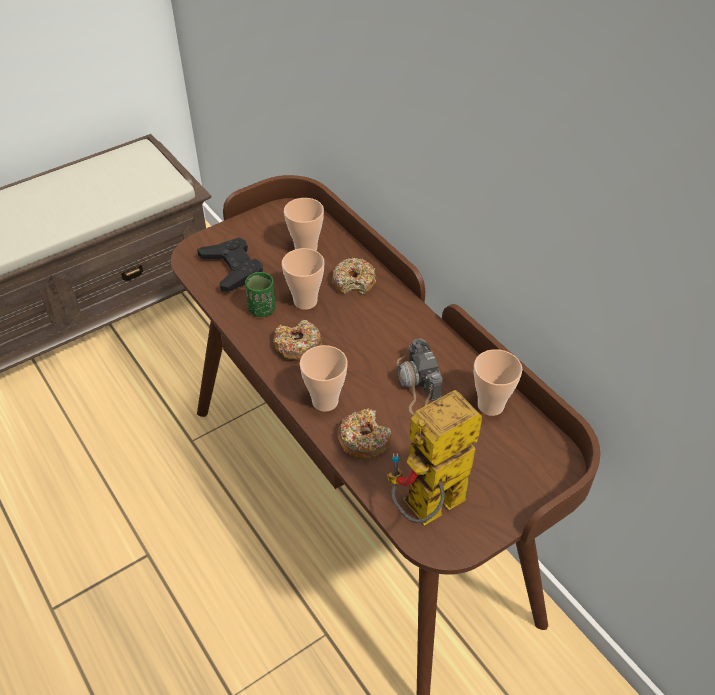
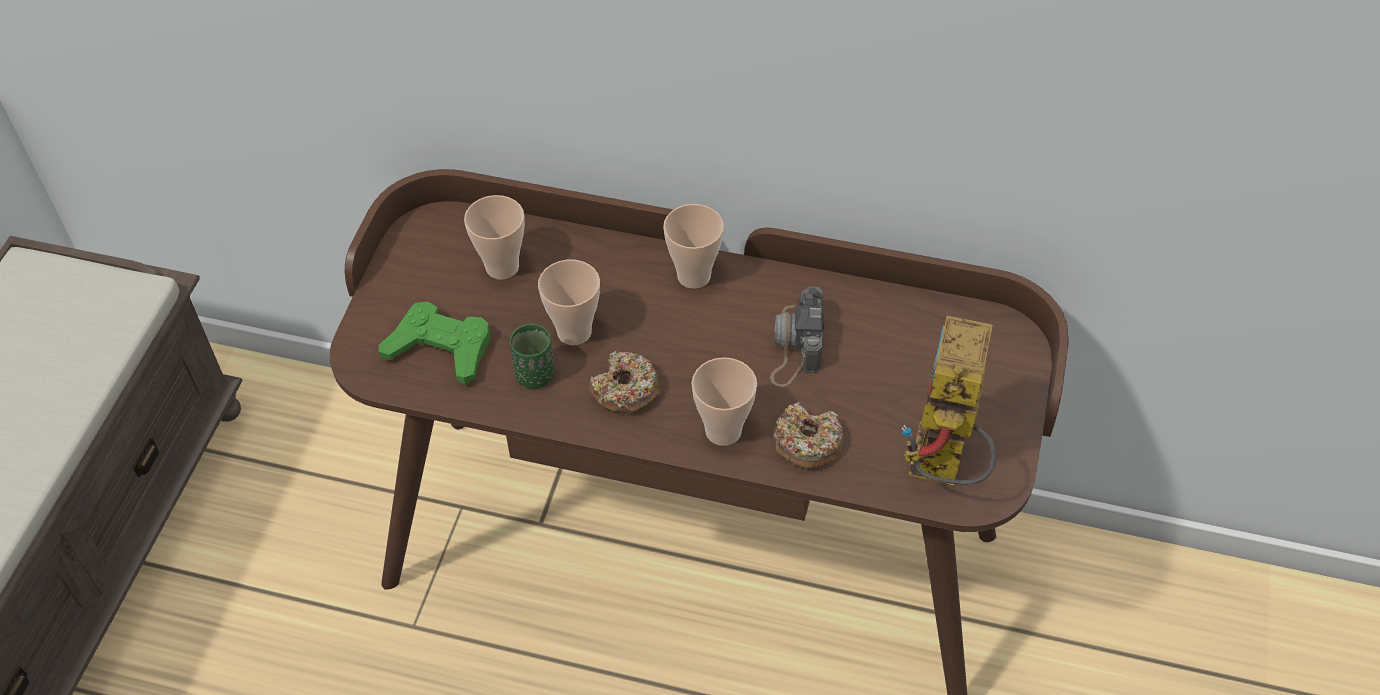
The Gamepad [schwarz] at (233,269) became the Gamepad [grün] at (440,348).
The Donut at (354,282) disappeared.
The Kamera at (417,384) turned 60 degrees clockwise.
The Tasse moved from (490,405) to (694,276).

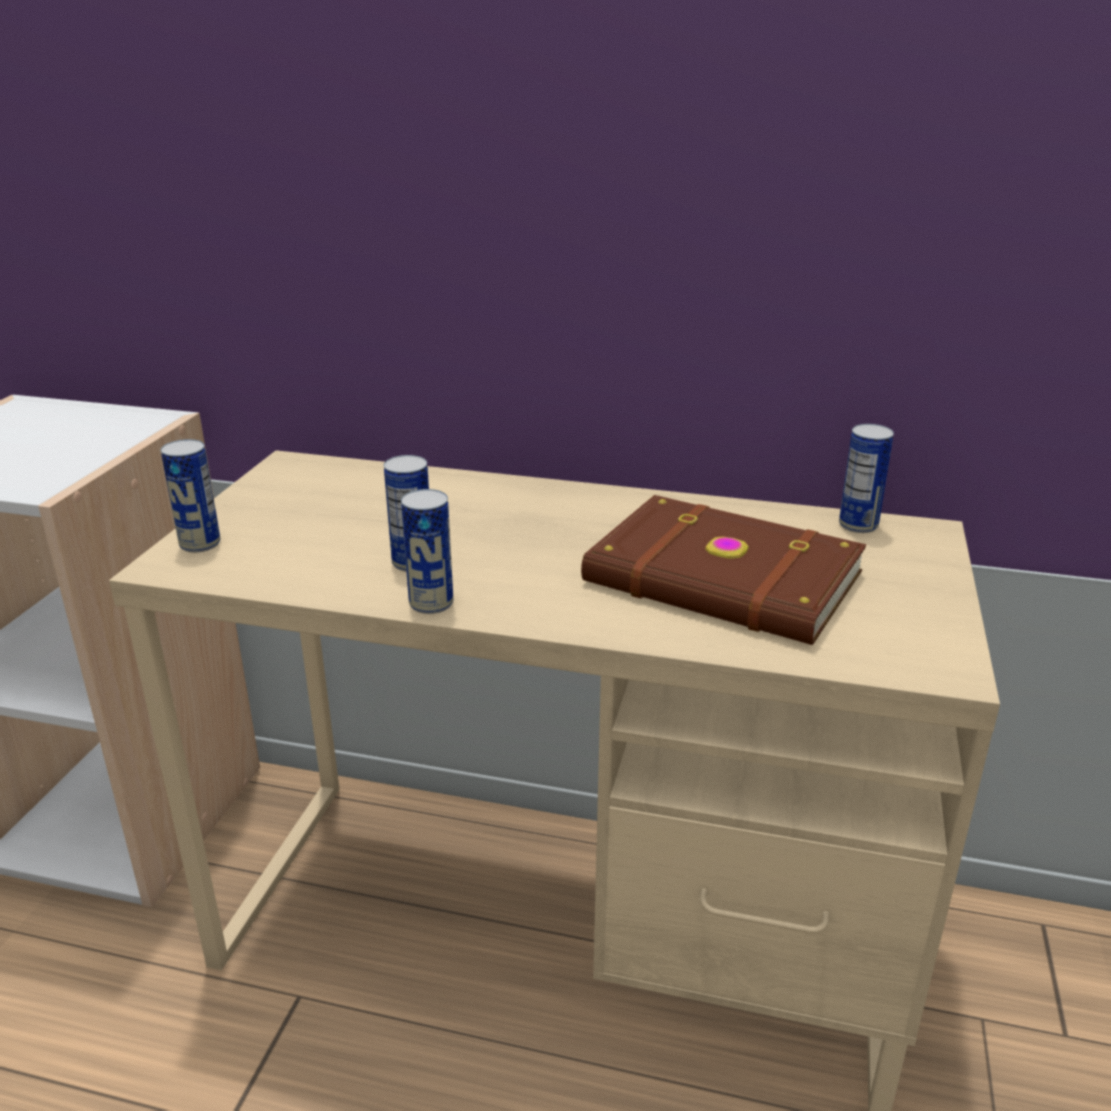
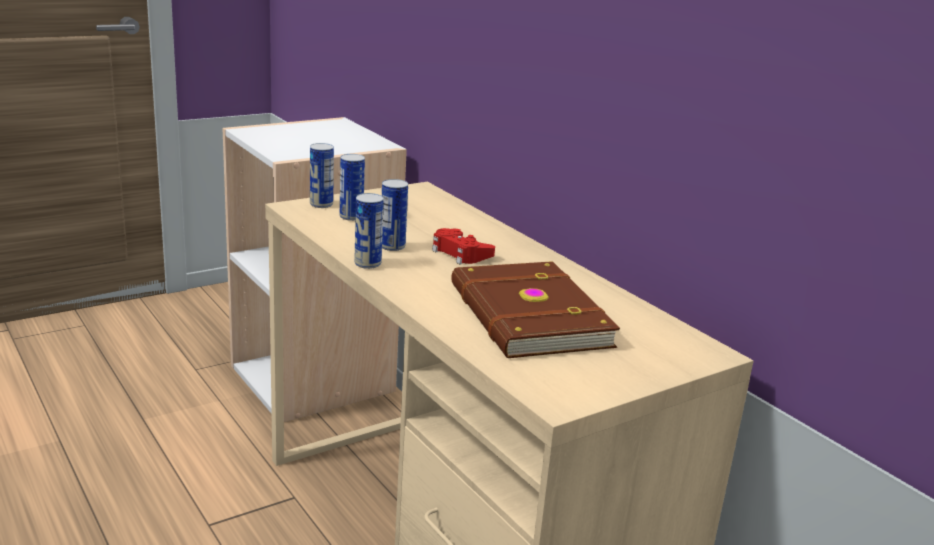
The Dose moved from (858,525) to (351,217).
The Gamepad [rot] at (460,253) appeared.

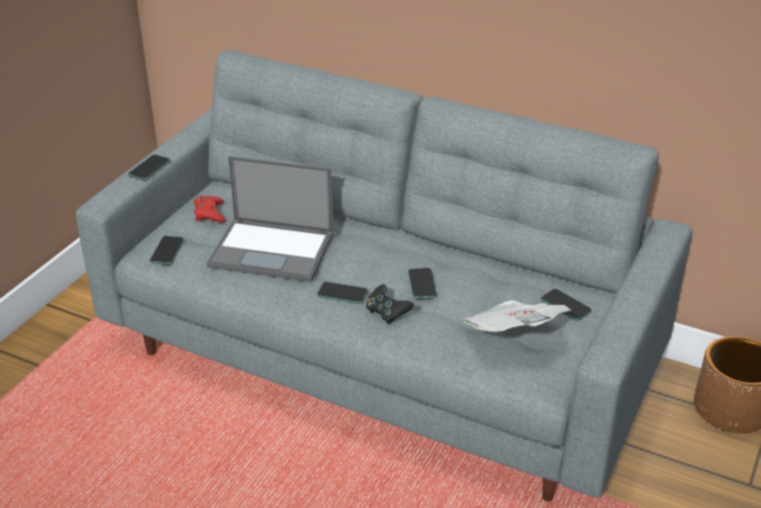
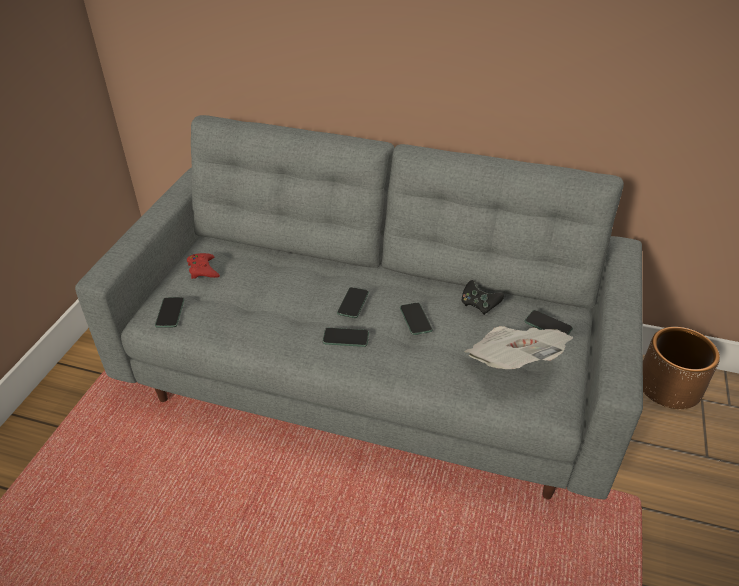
The Handy moved from (149,168) to (353,303).
The Laptop at (273,250) disappeared.
The Gamepad [schwarz] moved from (387,313) to (479,305).

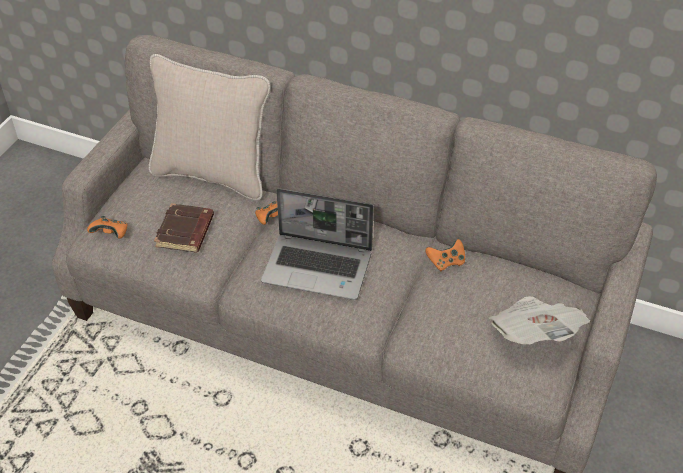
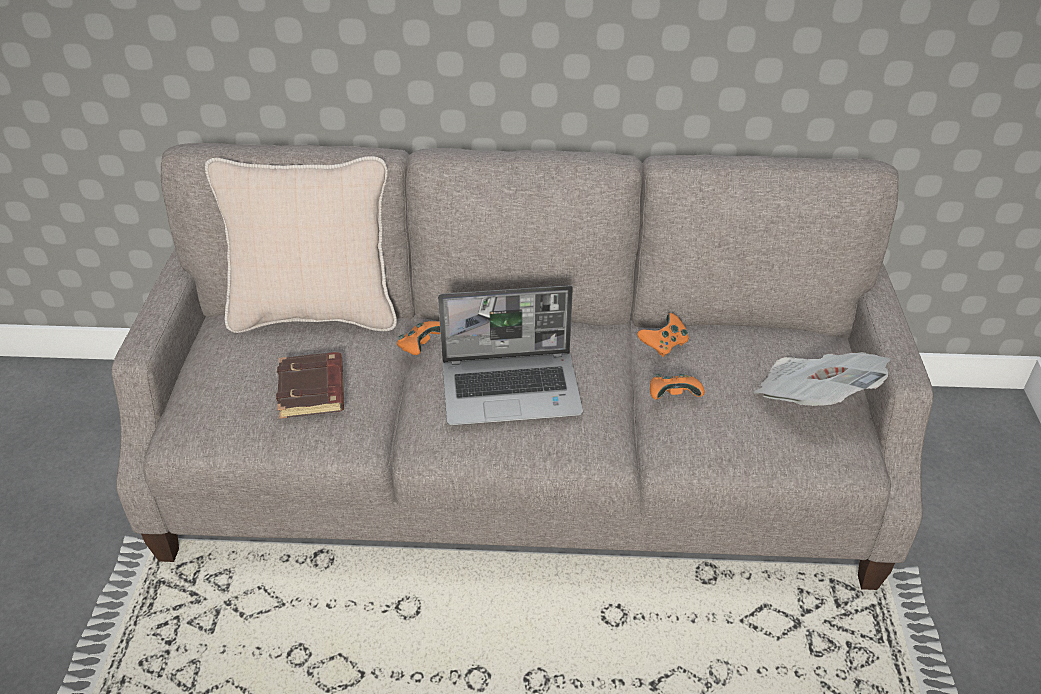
The Gamepad [orange] moved from (111,234) to (673,396).

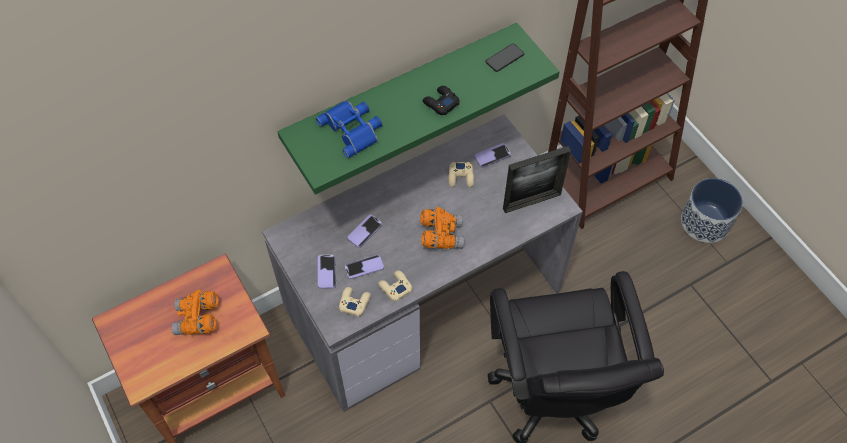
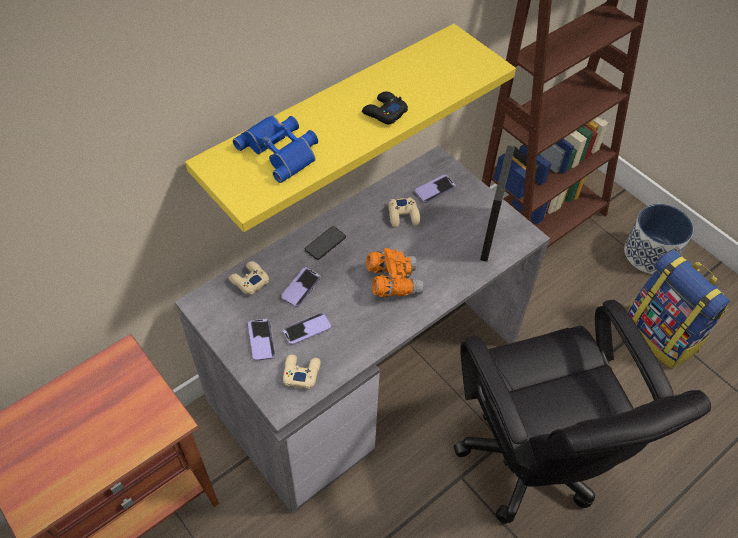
The Fernglas [orange] at (198,319) disappeared.
The Wandregal [grün] at (402,94) became the Wandregal [gelb] at (331,114).
The Gamepad [beige] moved from (395,287) to (249,280).
The Handy moved from (504,58) to (325,243).
The Bilderrahmen at (531,201) turned 45 degrees counterclockwise.
The Rucksack at (661,335) appeared.

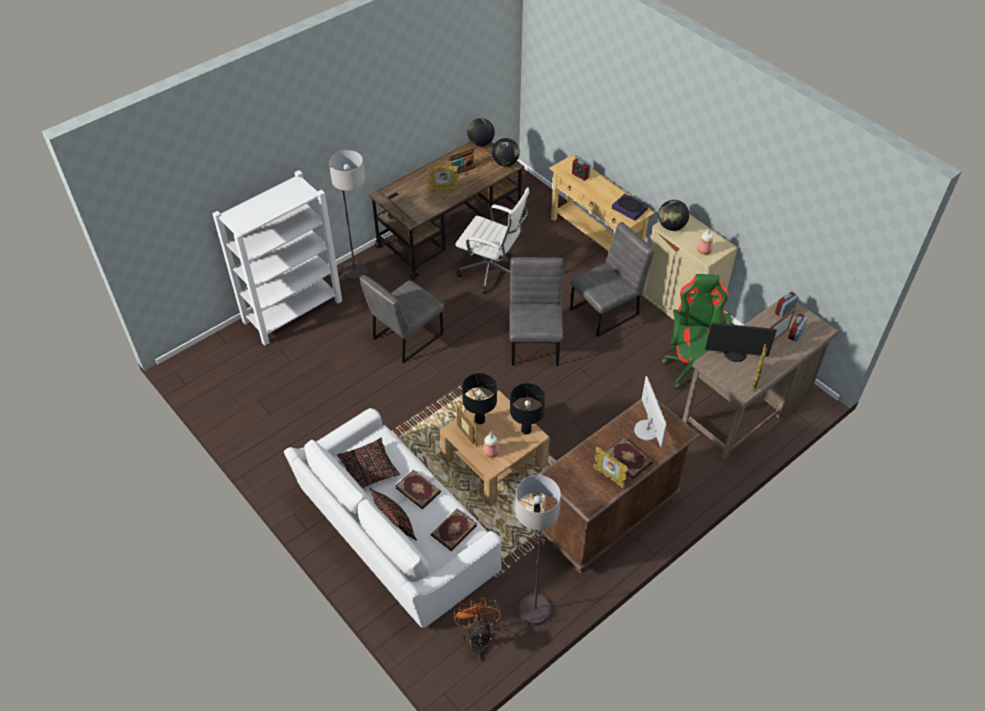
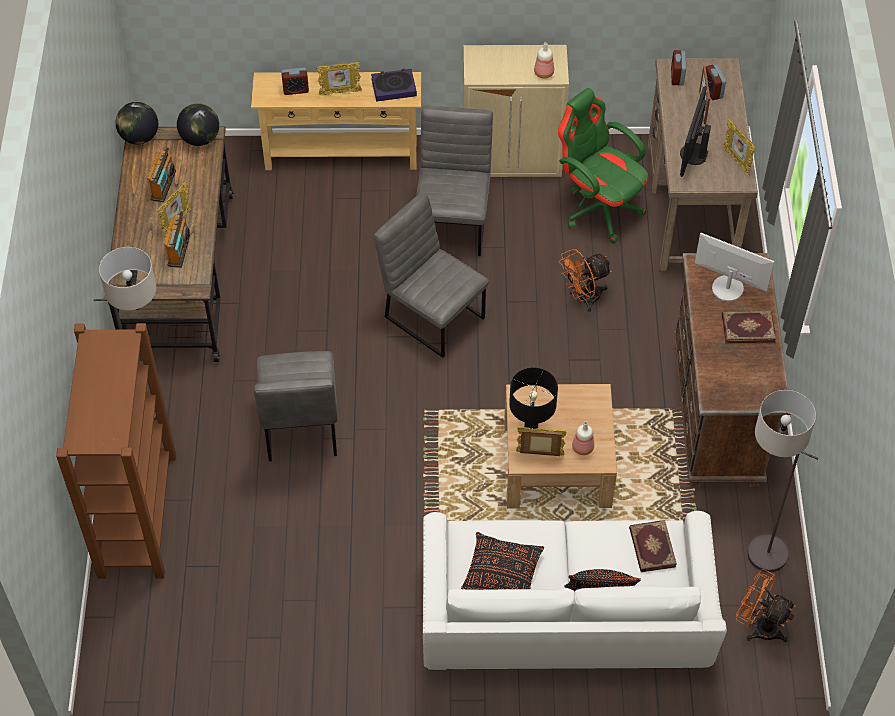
The Bücherregal [weiß] at (293,311) became the Bücherregal [braun] at (137,514).
The Buch at (418,490) disappeared.
The Bürostuhl [weiß] at (491,272) disappeared.
The Tischlampe [schwarz] at (526,430) disappeared.
The Bilderrahmen moved from (609,477) to (340,92).
The Globus at (671,226) disappeared.
The Monitor at (735,354) turned 150 degrees clockwise.
The Radio at (179,250) appeared.
The Ventilator [orange] at (583,298) appeared.

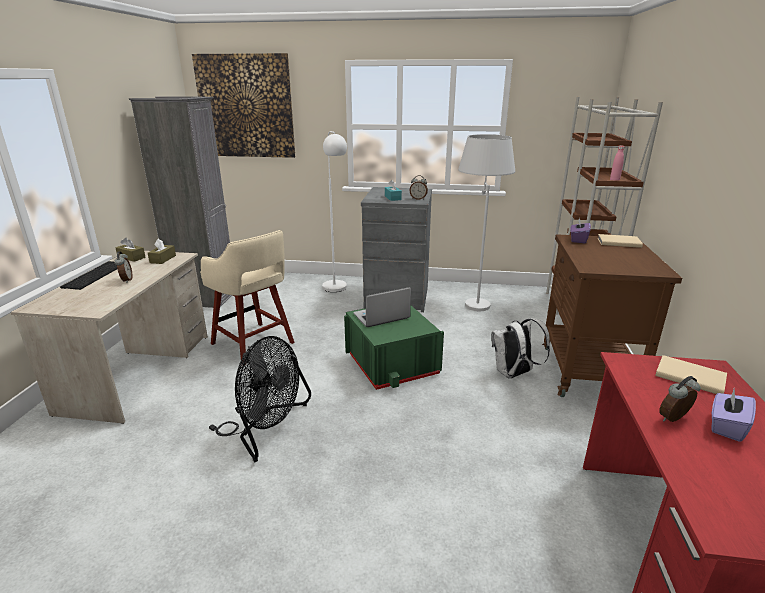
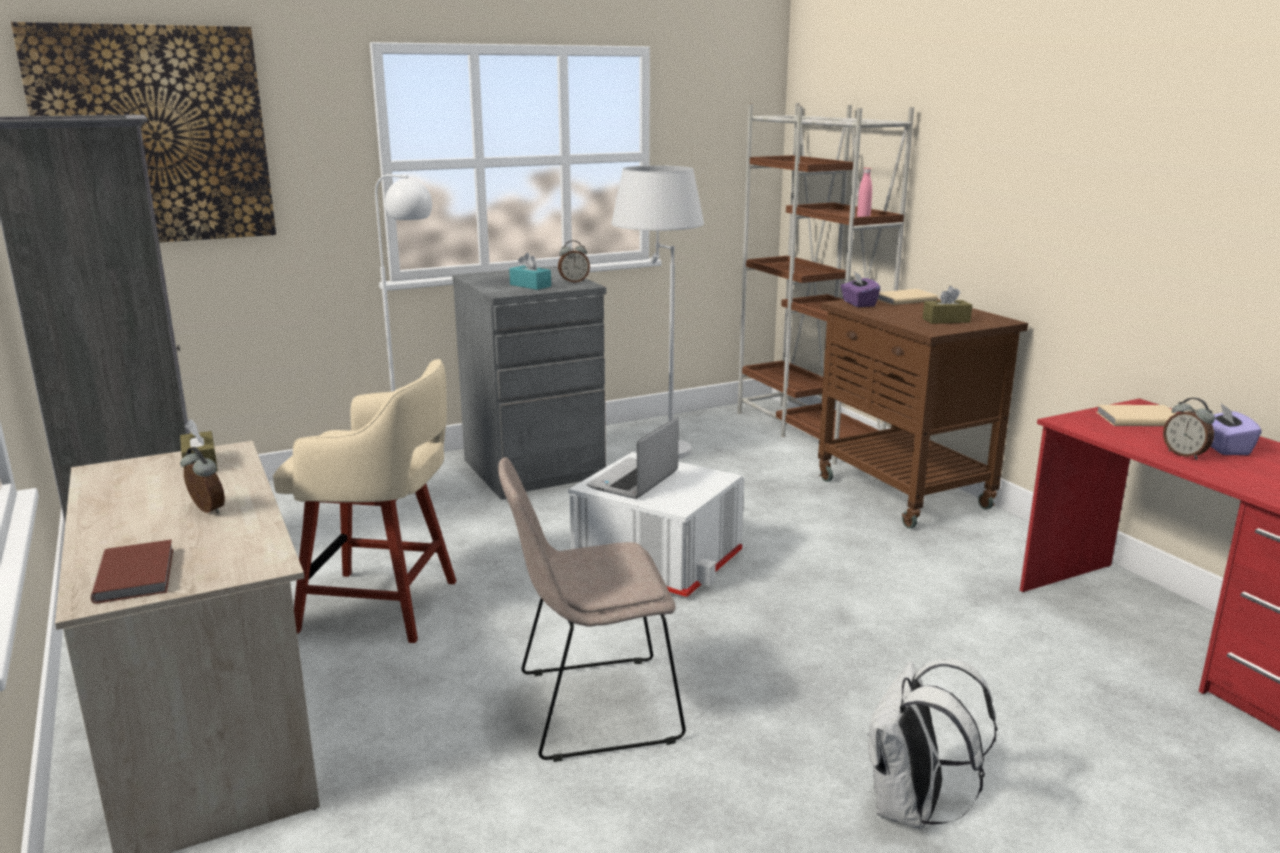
The Tastatur at (94,274) disappeared.
The Taschentuchbox [braun] moved from (131,257) to (946,320).
The Ventilator [schwarz] at (264,428) was replaced by the Stuhl [beige] at (591,708).
The Aufbewahrungsbox [grün] at (392,364) became the Aufbewahrungsbox [weiß] at (658,560).
The Rucksack [weiß] moved from (514,374) to (912,809).
The Wecker at (674,419) turned 60 degrees counterclockwise.
The Buch [braun] at (138,574) appeared.

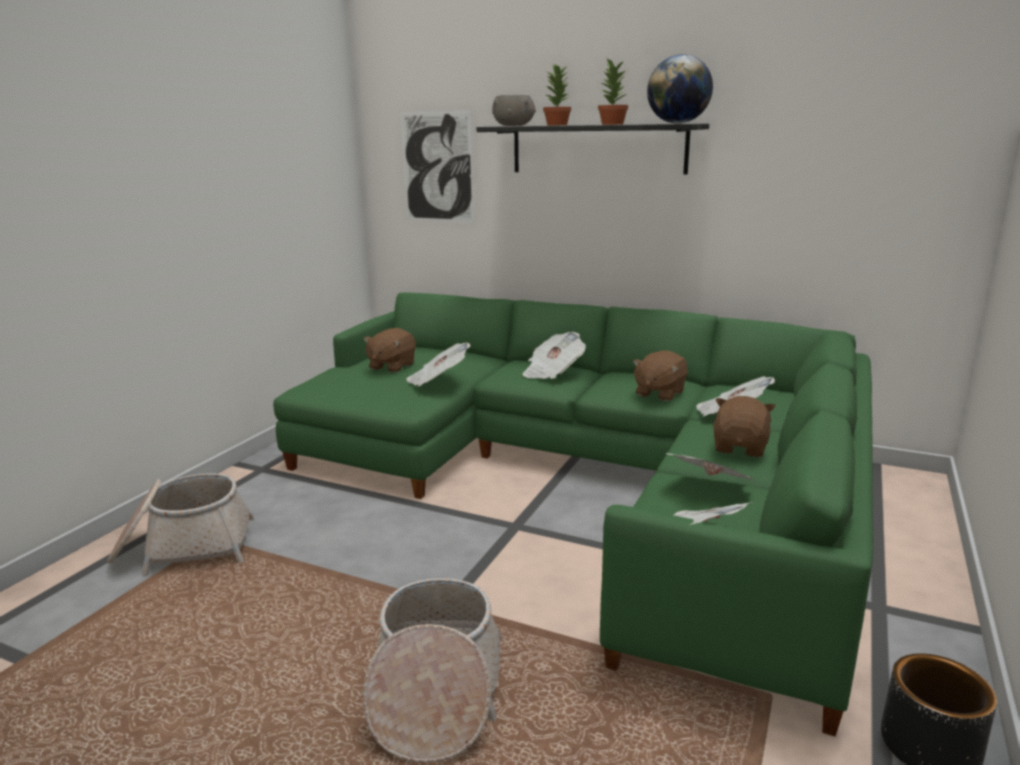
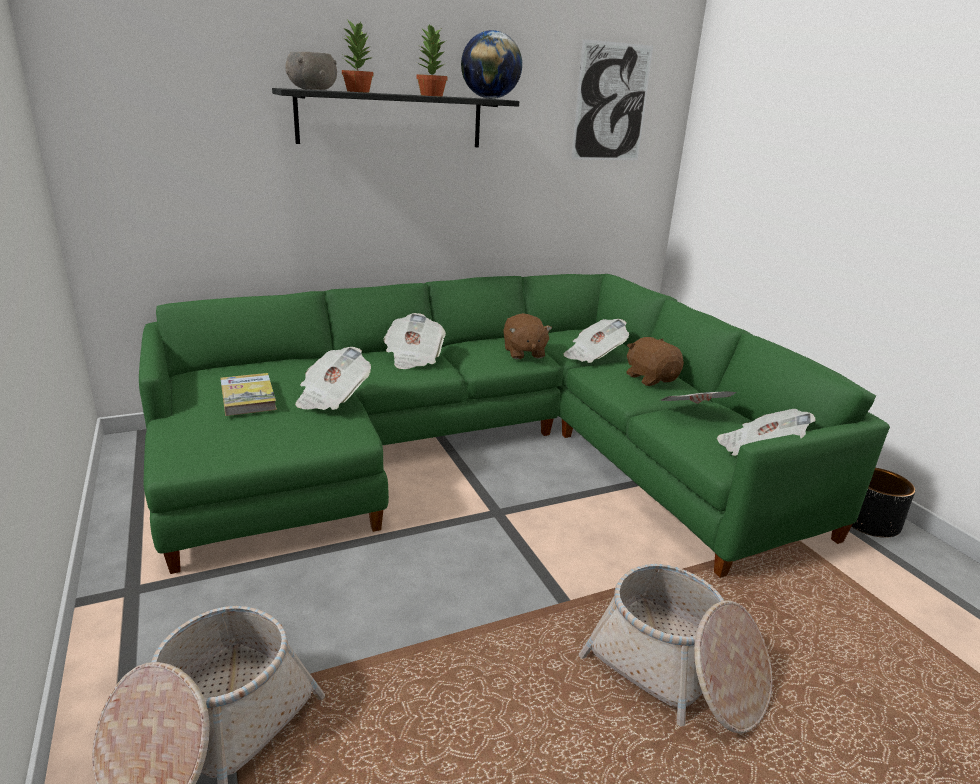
The Plüschtier [braun] at (391,366) was replaced by the Buch at (248,397).
The Bild moved from (437,167) to (611,103).

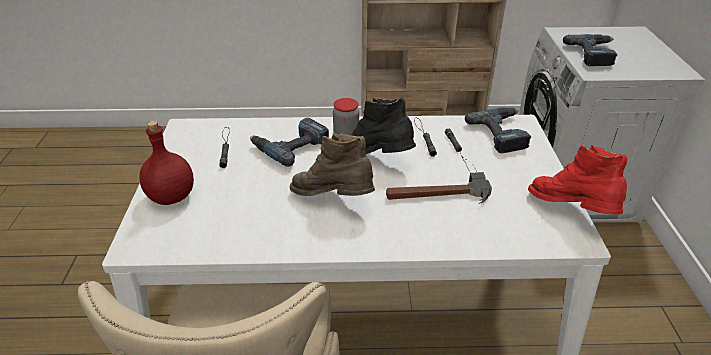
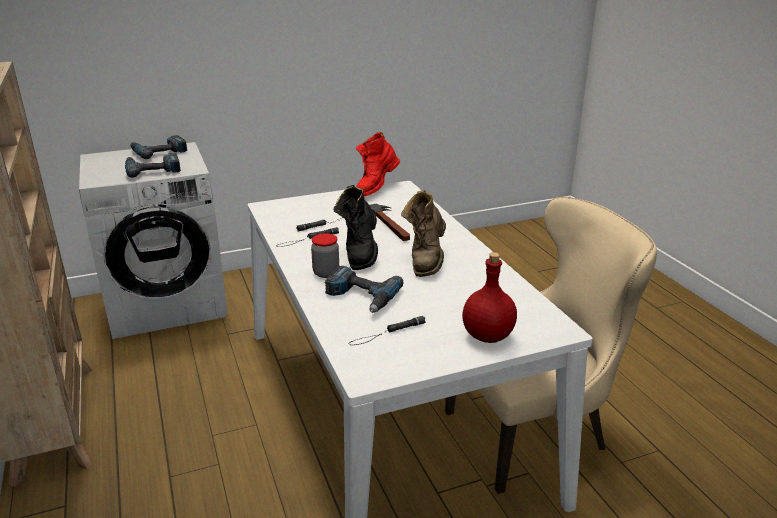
The Bohrmaschine moved from (503,133) to (158,152).

